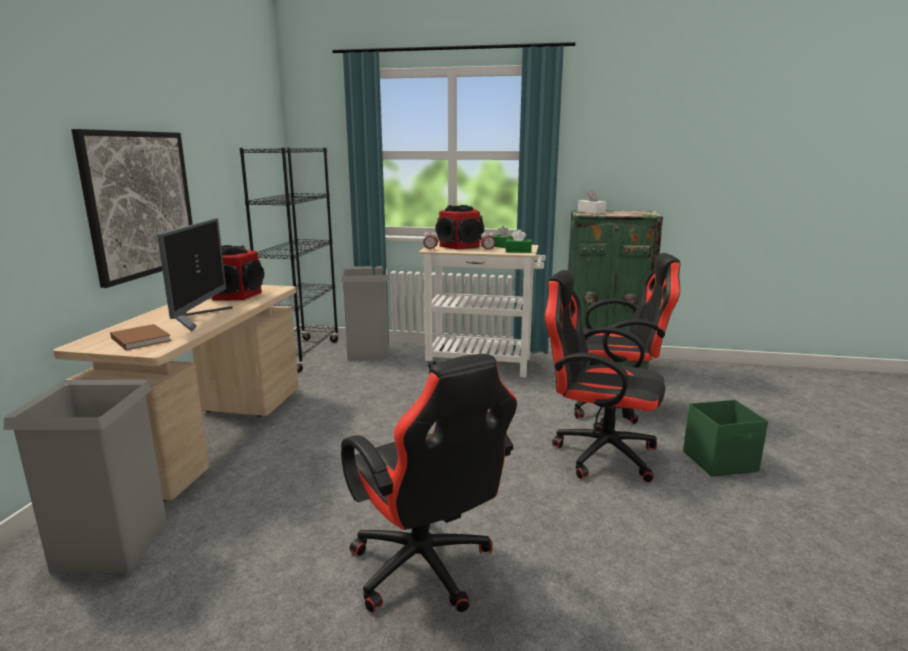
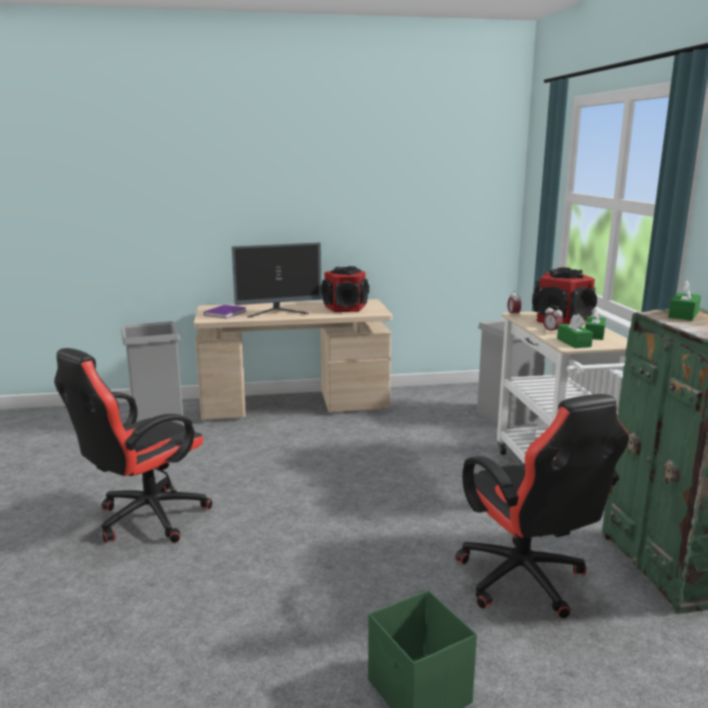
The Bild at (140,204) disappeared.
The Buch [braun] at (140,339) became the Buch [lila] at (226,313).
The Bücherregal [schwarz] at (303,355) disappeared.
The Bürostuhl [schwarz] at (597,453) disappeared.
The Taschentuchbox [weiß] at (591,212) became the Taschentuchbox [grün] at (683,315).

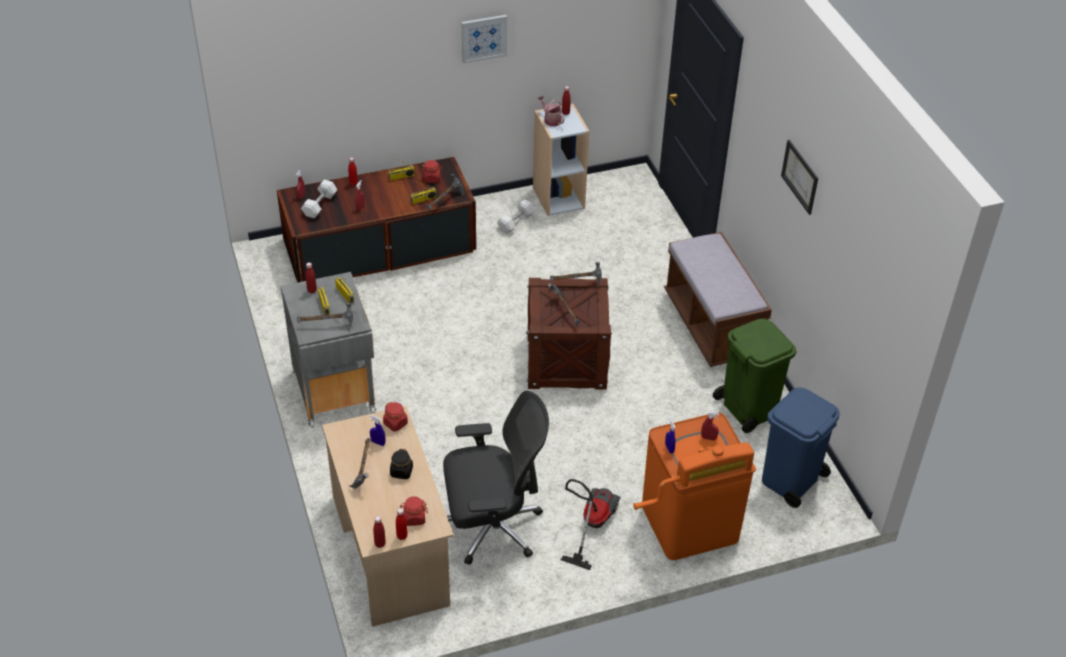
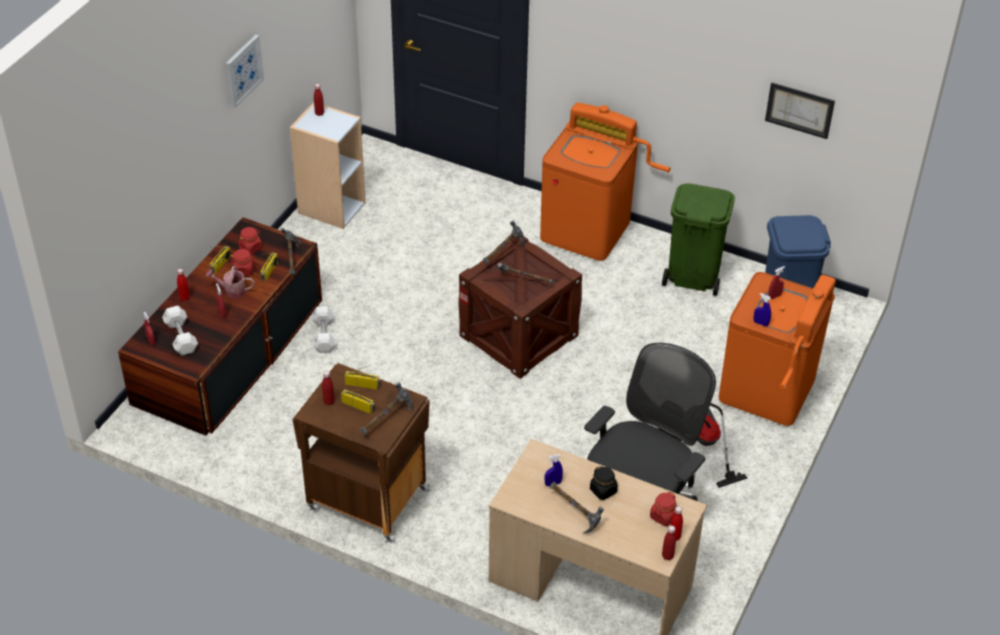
The Rollwagen [grau] at (333,390) became the Rollwagen [braun] at (366,499).
The Vorratsglas [rot] moved from (395,423) to (244,270).
The Hantel [weiß] moved from (516,222) to (324,336).
The Gießkanne moved from (551,119) to (232,290).
The Bank [braun] at (711,326) was replaced by the Waschmaschine [orange] at (587,232).
The Bild moved from (800,176) to (799,110).

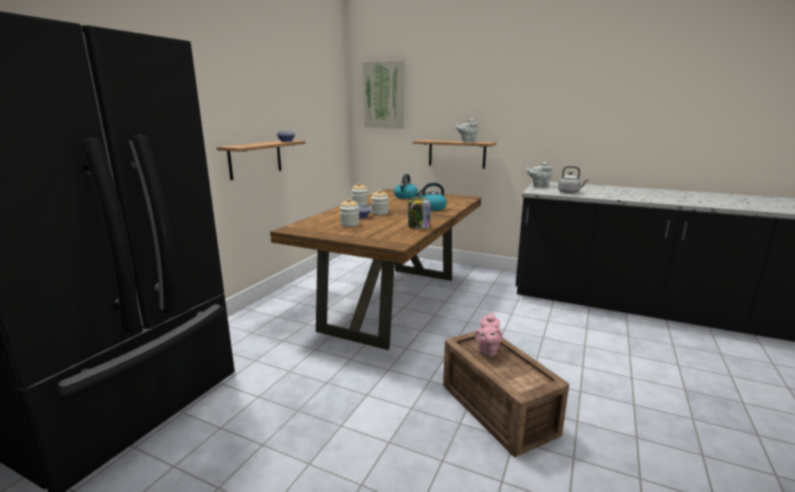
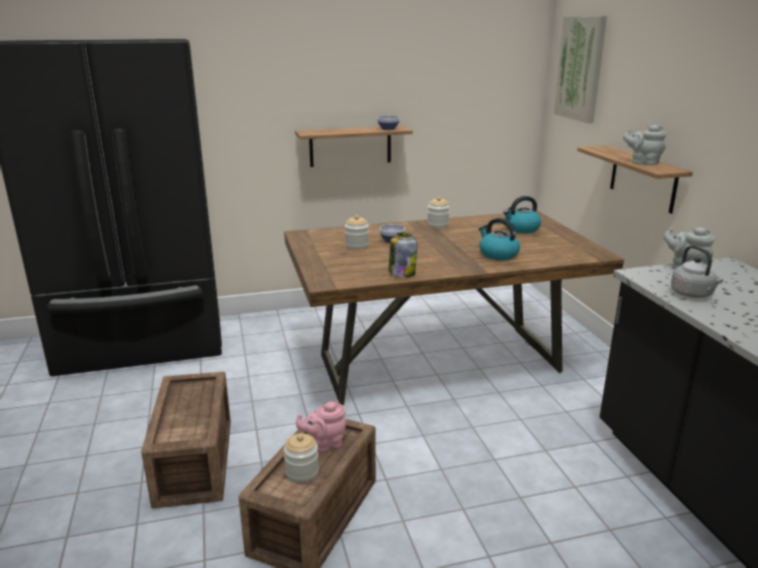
The Vorratsglas moved from (379,213) to (302,472).
The Kiste at (197,459) appeared.

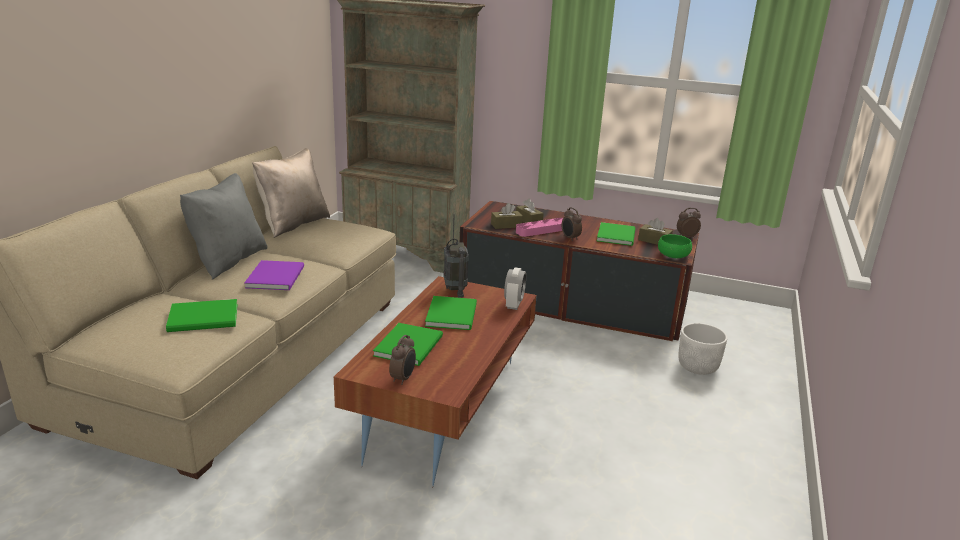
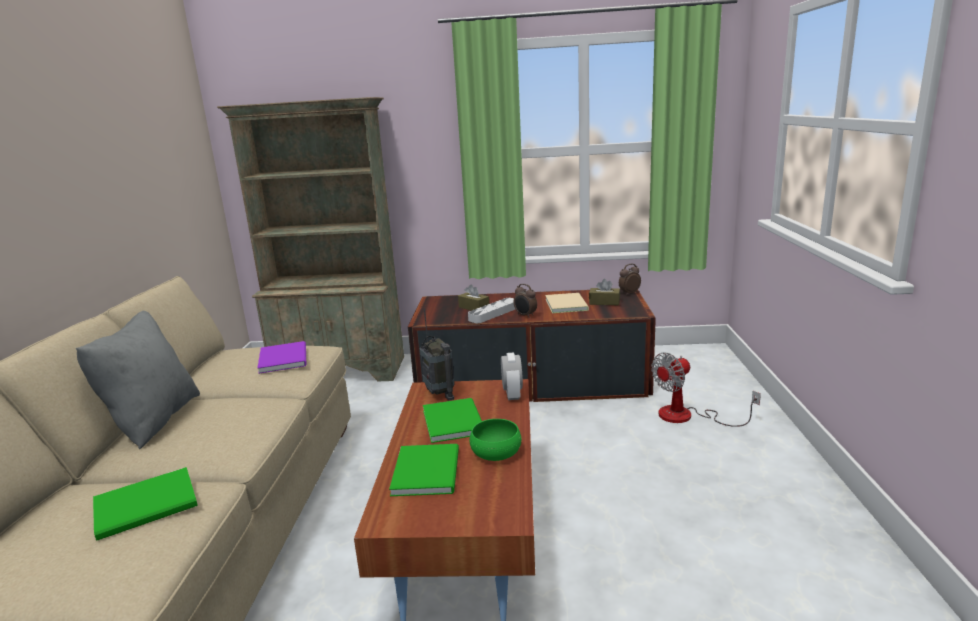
The Buch [lila] moved from (277,276) to (285,358).
The Kissen [beige] at (293,224) disappeared.
The Wecker at (403,378) disappeared.
The Taschentuchbox [braun] at (506,225) disappeared.
The Tablett [rosa] at (543,230) became the Tablett [grau] at (494,313).
The Buch [grün] at (617,235) became the Buch [beige] at (567,304).
The Schüssel [grün] moved from (673,255) to (496,452).
The Pflanzkübel [weiß] at (698,367) was replaced by the Ventilator at (687,416).

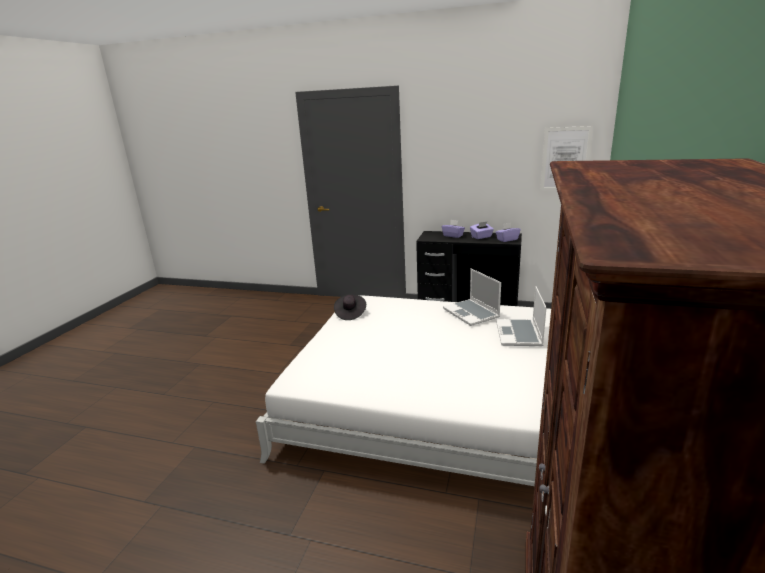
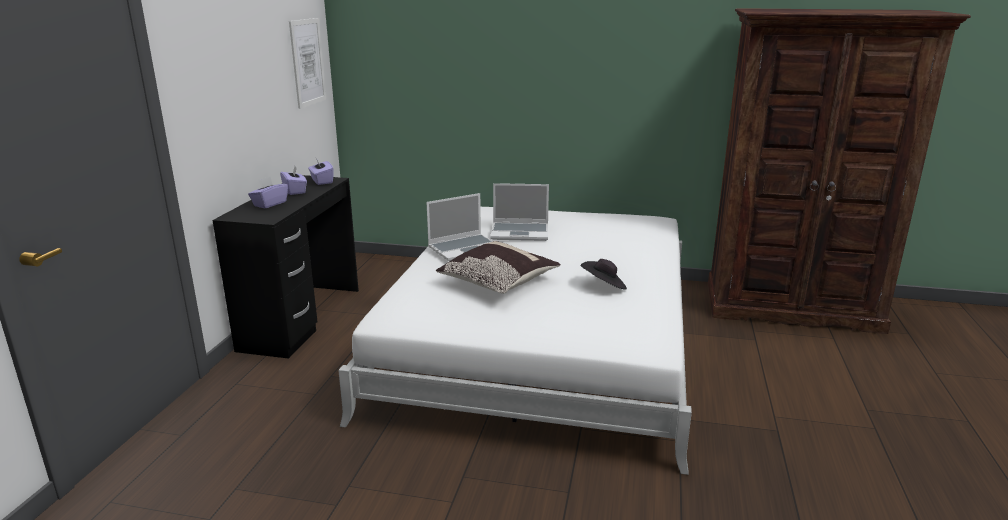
The Hut [schwarz] moved from (350,313) to (604,286).
The Kissen at (498,282) appeared.

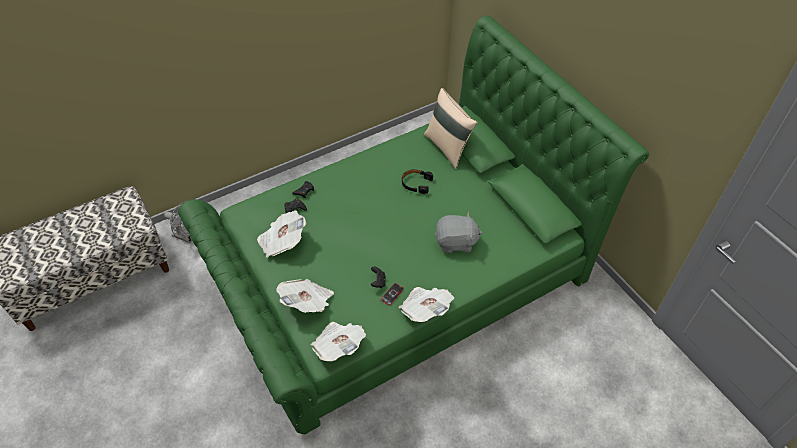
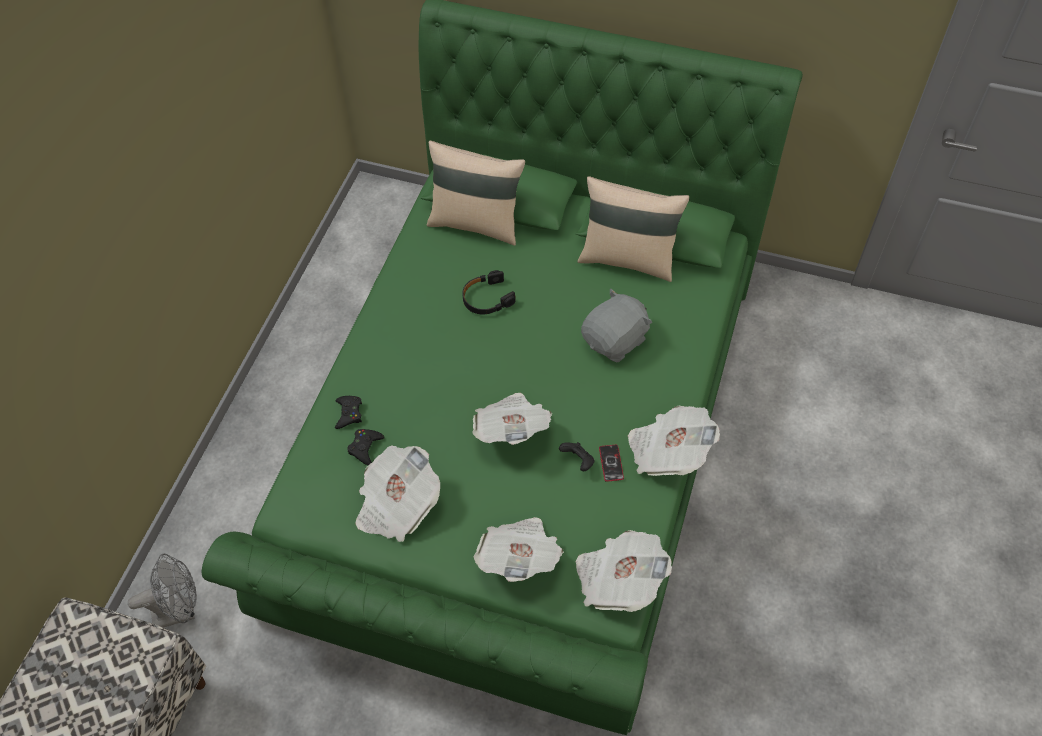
The Zeitung at (511,429) appeared.
The Kissen [beige] at (628,259) appeared.

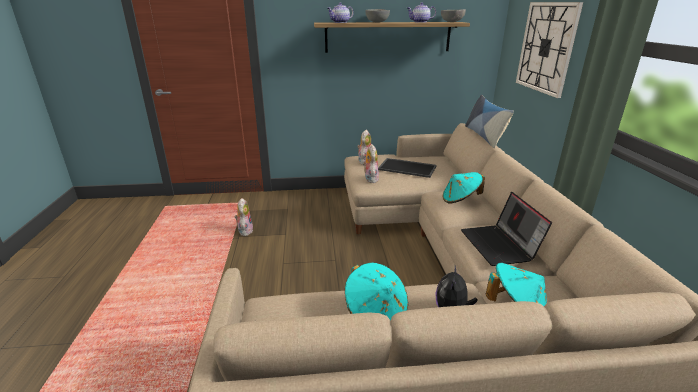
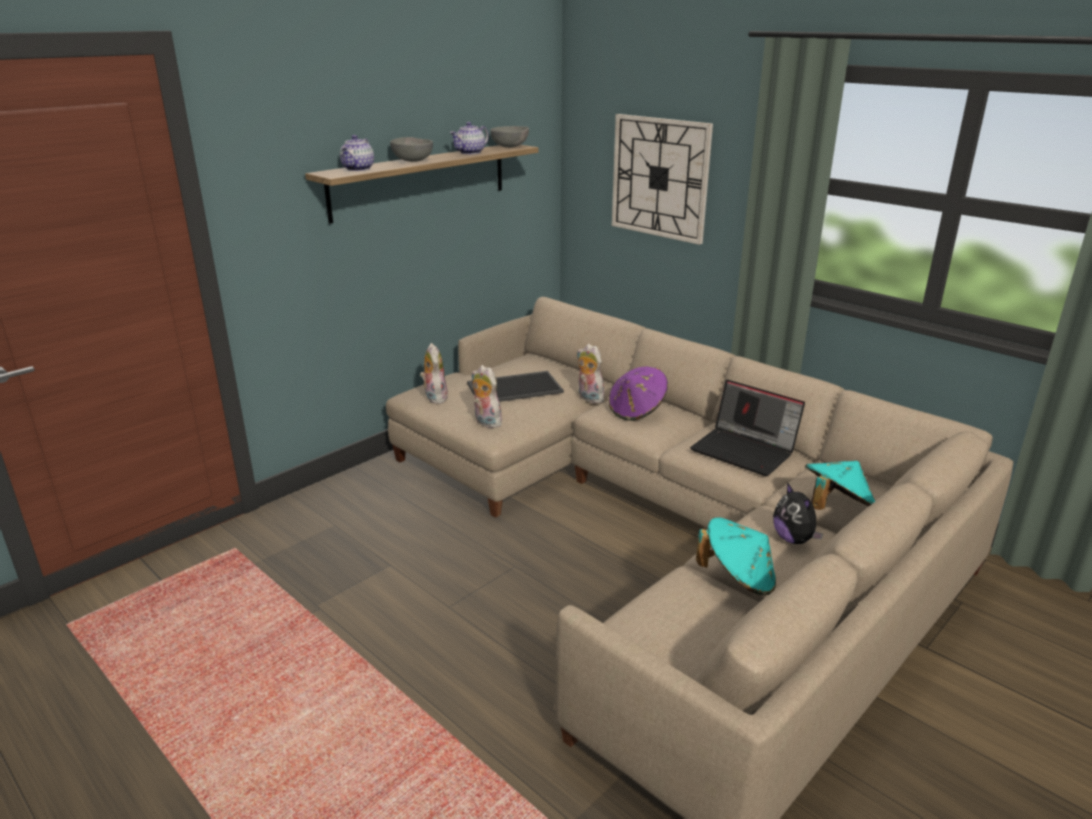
The Plüschtier moved from (245,231) to (588,398).
The Hut [türkis] at (460,199) became the Hut [lila] at (637,411).
The Kissen at (484,136) disappeared.

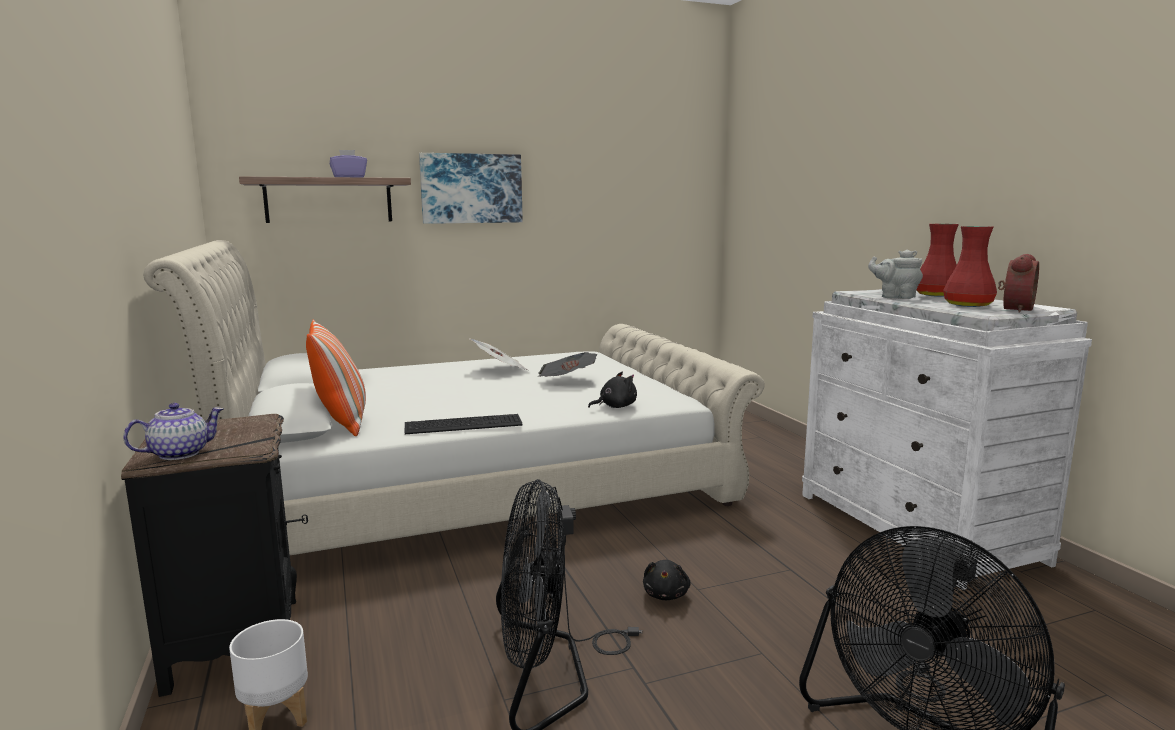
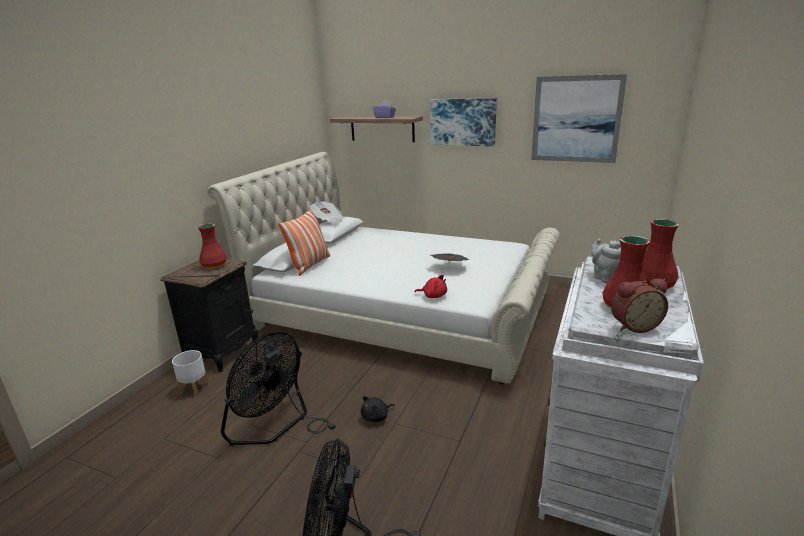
The Teekanne at (180,453) disappeared.
The Tastatur at (461,424) disappeared.
The Zeitung moved from (500,369) to (328,221).
The Plüschtier [schwarz] at (615,406) became the Plüschtier [rot] at (433,296).
The Vase [rot] at (215,265) appeared.
The Bild at (576,119) appeared.

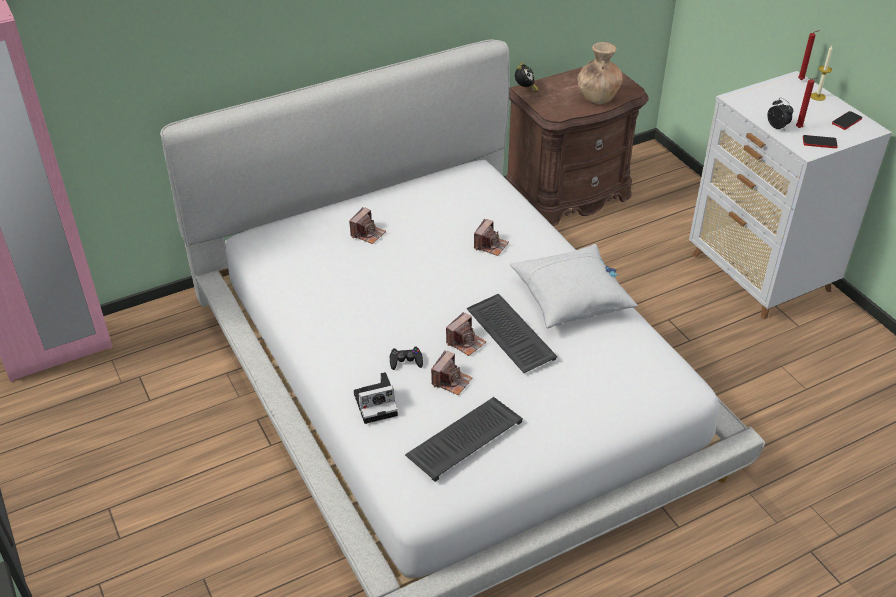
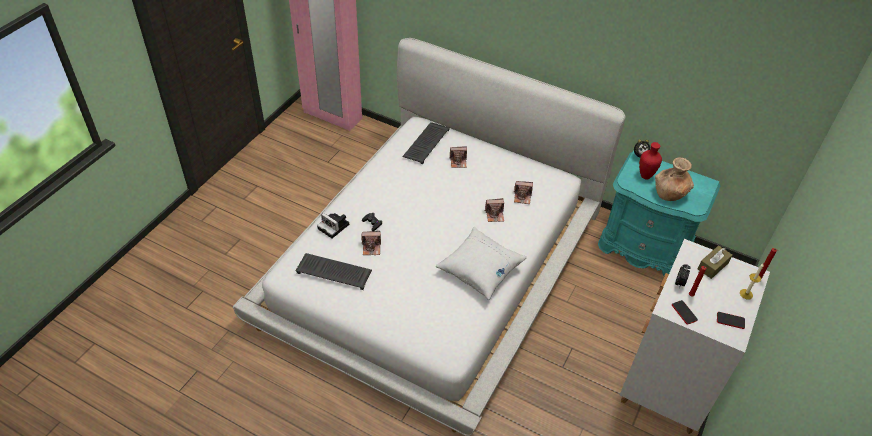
The Kamera moved from (465,342) to (522,197).
The Tastatur moved from (508,334) to (426,143).
The Nachttisch [braun] at (572,195) became the Nachttisch [türkis] at (644,248).
The Vase [rot] at (645,176) appeared.
The Taschentuchbox [braun] at (712,266) appeared.

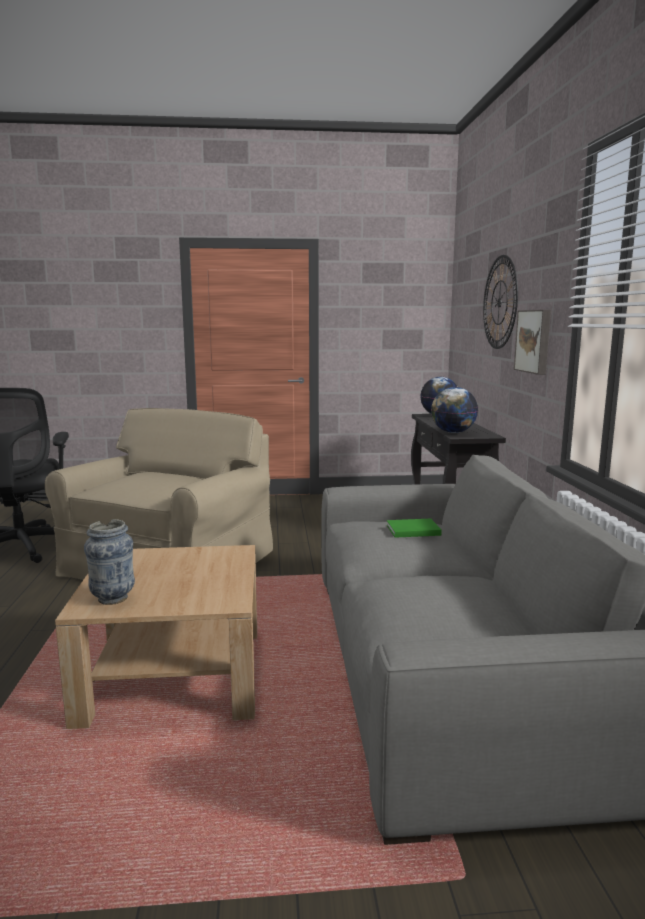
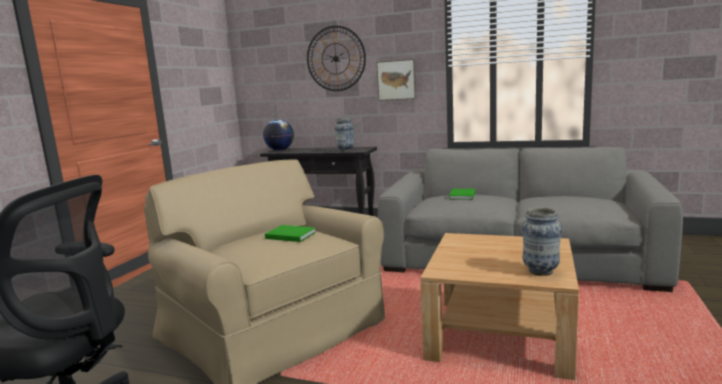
The Globus at (453,432) was replaced by the Vase at (345,151).
The Buch [grün] at (290,235) appeared.

